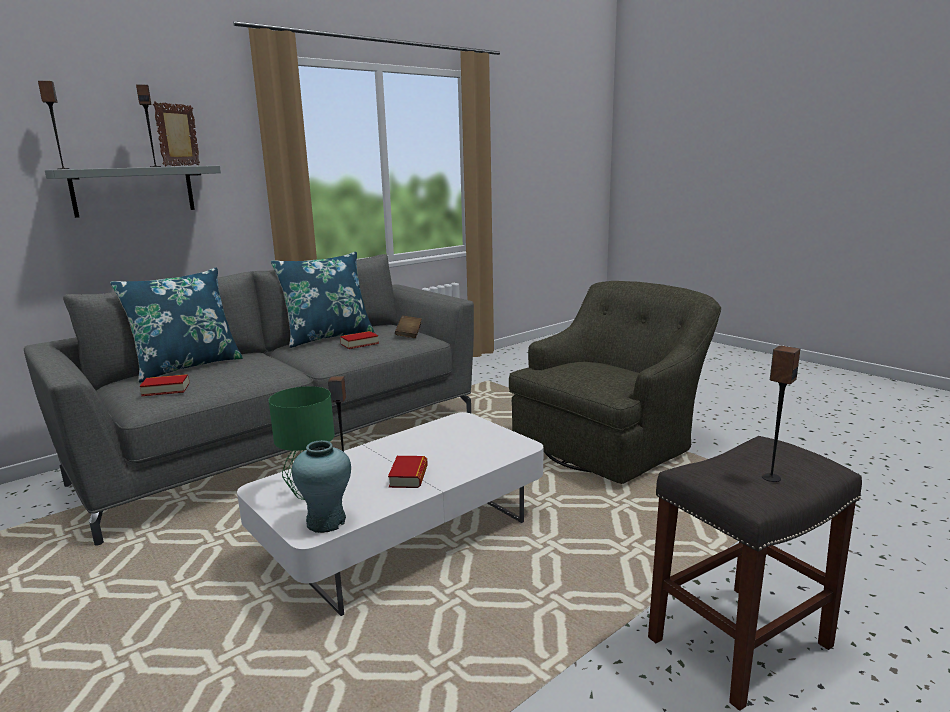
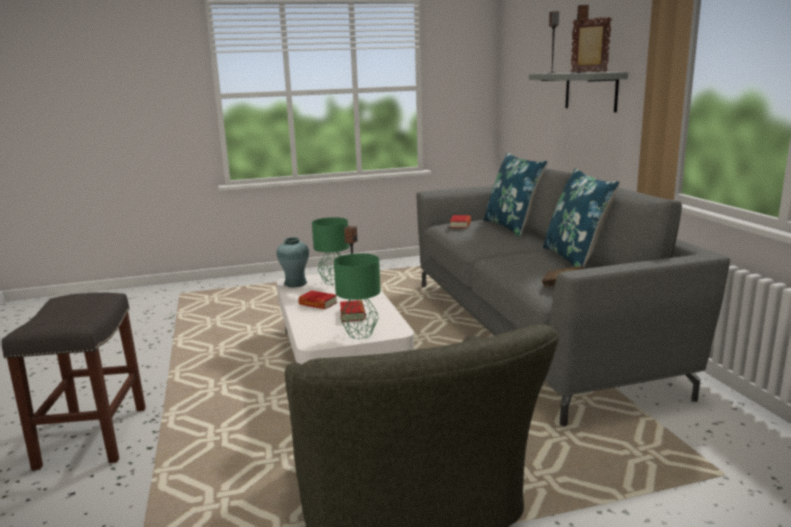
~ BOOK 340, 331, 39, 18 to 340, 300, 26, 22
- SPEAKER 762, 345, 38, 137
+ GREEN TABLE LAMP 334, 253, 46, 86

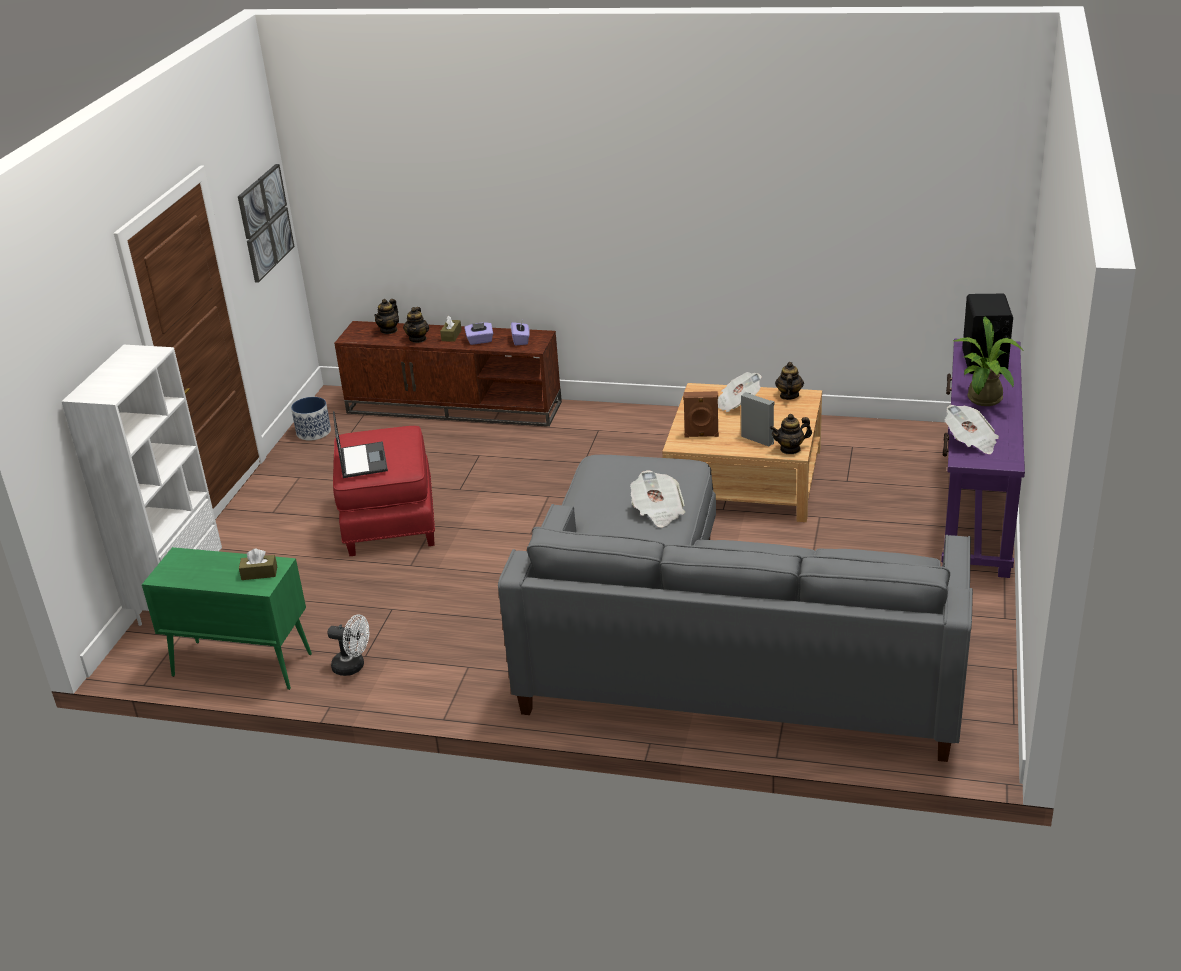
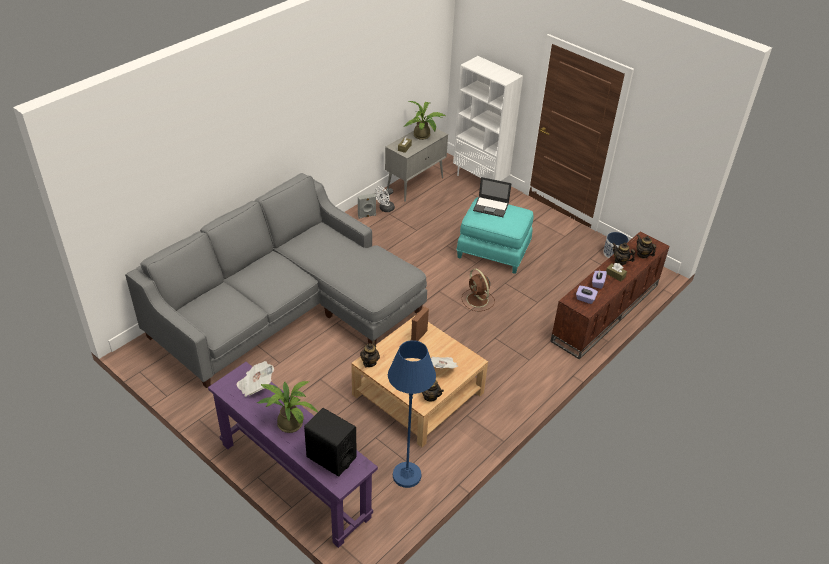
~ GREEN CABINET 142, 547, 170, 143 to GREY CABINET 385, 124, 63, 78
- PICTURE 238, 164, 57, 119
~ RED OTTOMAN 333, 426, 102, 130 to TURQUOISE OTTOMAN 456, 197, 78, 77
- NEWSPAPER 630, 470, 55, 58
~ GREY SPEAKER 741, 392, 33, 54 to 358, 193, 18, 26
+ BLUE FLOOR LAMP 388, 340, 48, 148
+ POTTED PLANT 404, 101, 41, 39
+ BROWN FAN 462, 269, 33, 42

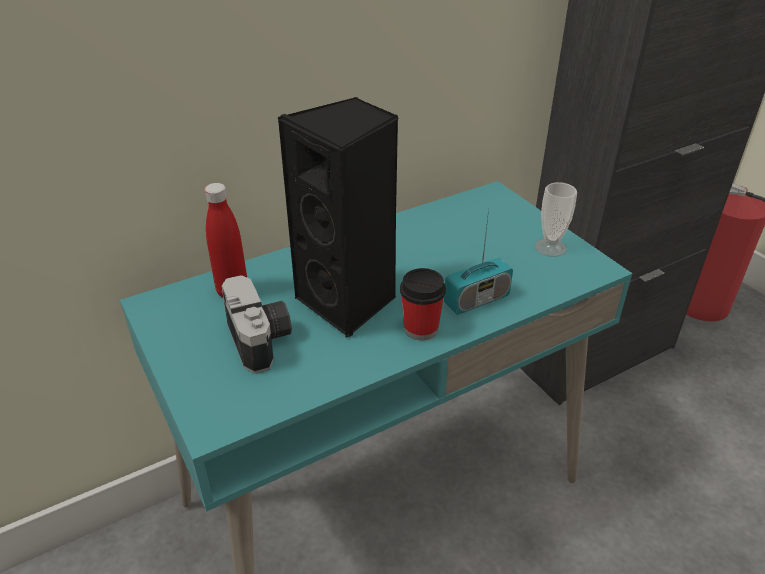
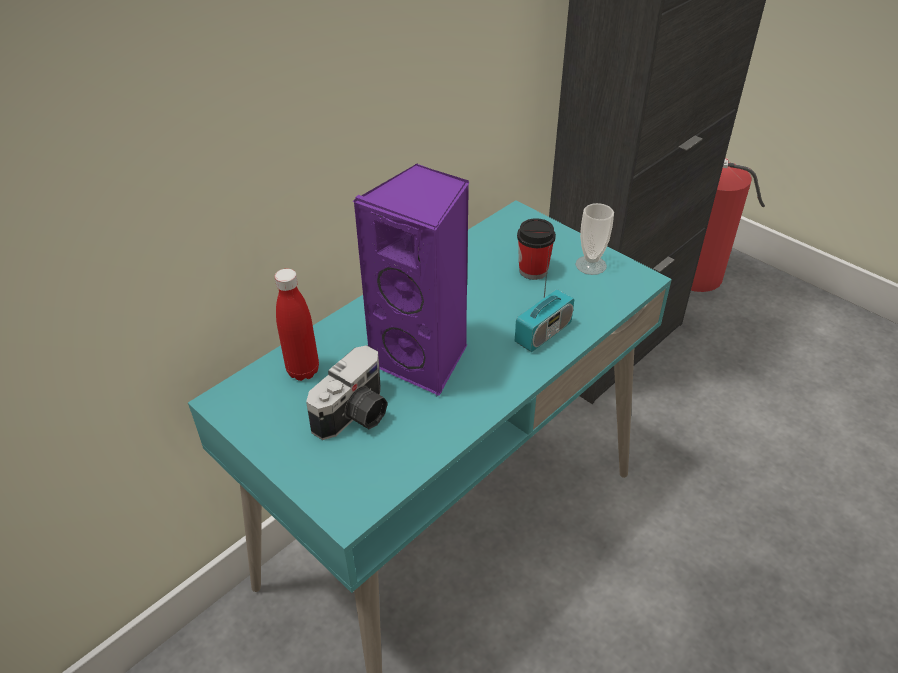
~ PHOTO CAMERA 222, 275, 70, 99 = 306, 345, 82, 95 75 degrees clockwise
~ BLACK SPEAKER 278, 97, 121, 241 to PURPLE SPEAKER 352, 163, 117, 234
~ CUP 400, 268, 46, 72 to 517, 218, 39, 62

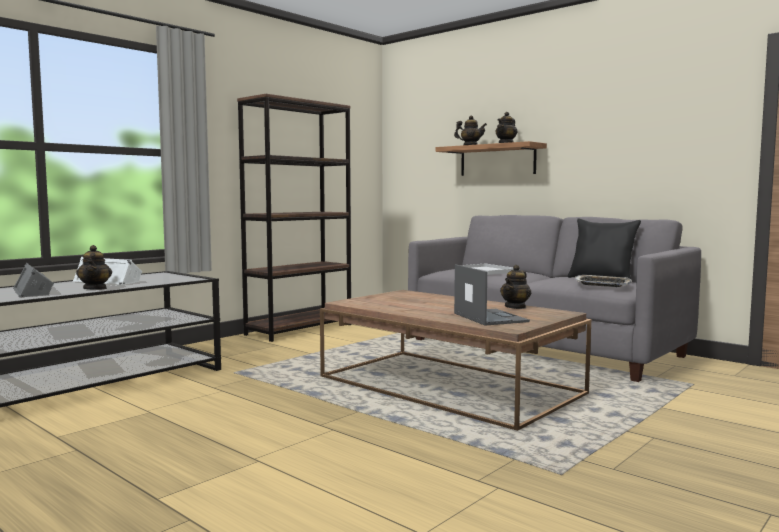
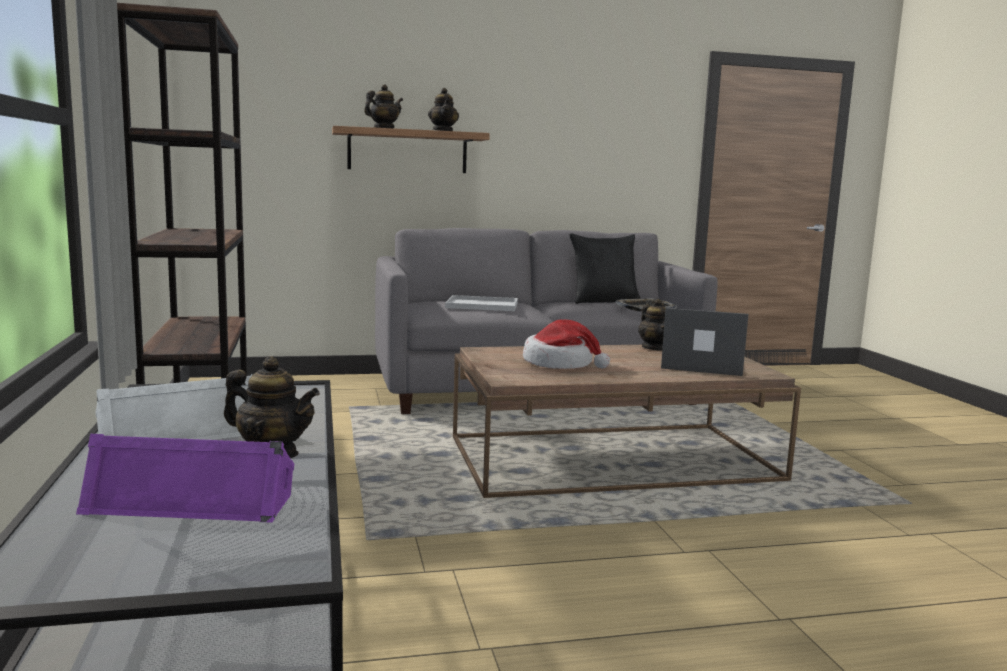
~ GREY SPEAKER 13, 262, 41, 36 to PURPLE SPEAKER 76, 434, 218, 89
+ HAT 523, 319, 87, 50

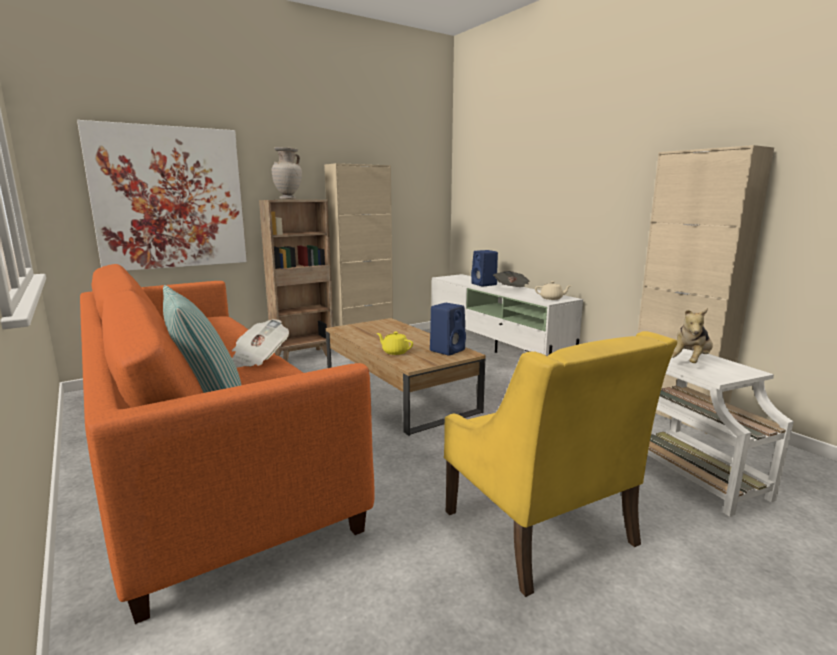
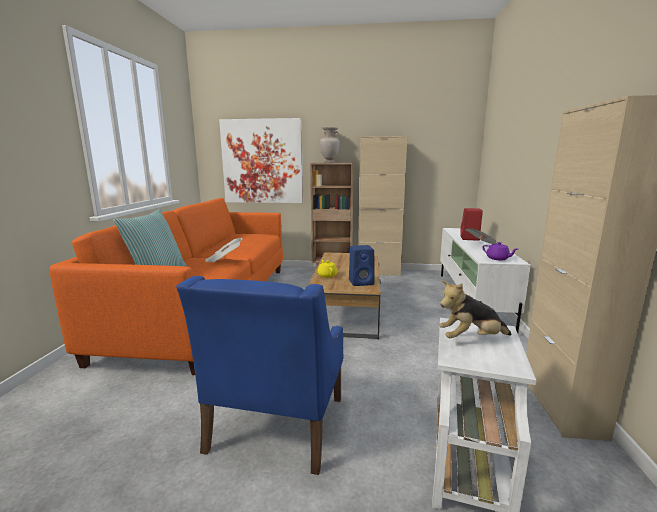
~ YELLOW ARMCHAIR 444, 331, 233, 266 to BLUE ARMCHAIR 176, 276, 167, 199
~ BLUE SPEAKER 471, 250, 27, 36 to RED SPEAKER 460, 208, 23, 33
~ BEIGE TEAPOT 535, 281, 37, 19 to PURPLE TEAPOT 482, 242, 36, 18

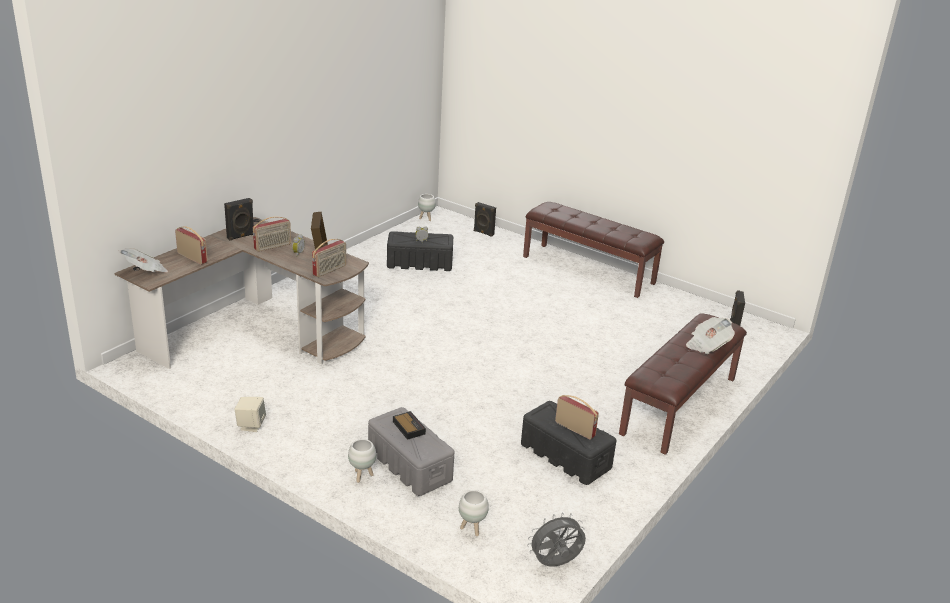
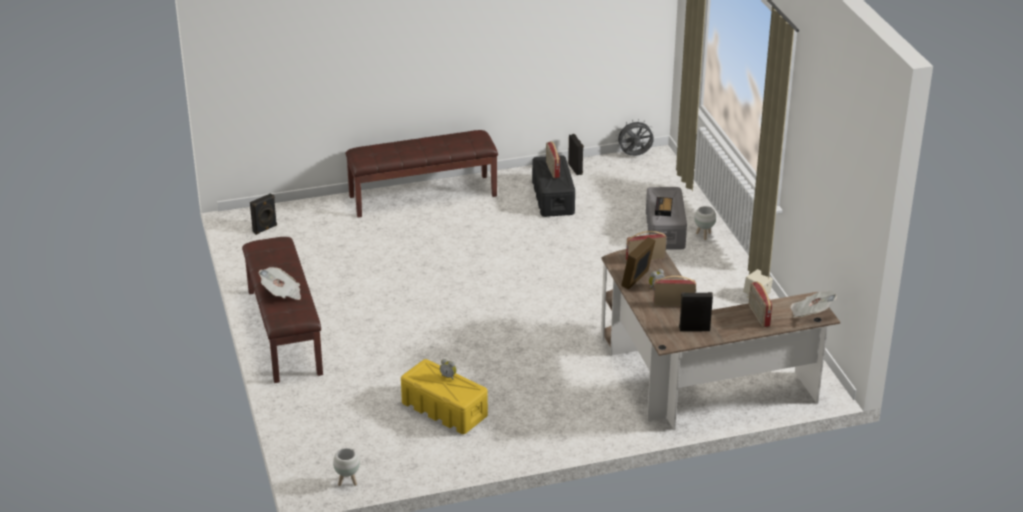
~ BLACK STORAGE BOX 387, 231, 66, 40 to YELLOW STORAGE BOX 401, 359, 87, 75
- WHITE PLANTER 459, 490, 30, 46
~ BLACK SPEAKER 474, 202, 22, 35 to 568, 134, 16, 41
~ GREY FAN 527, 512, 59, 54 = 616, 119, 38, 37 150 degrees clockwise
~ NEWSPAPER 686, 317, 49, 37 to 259, 267, 42, 33

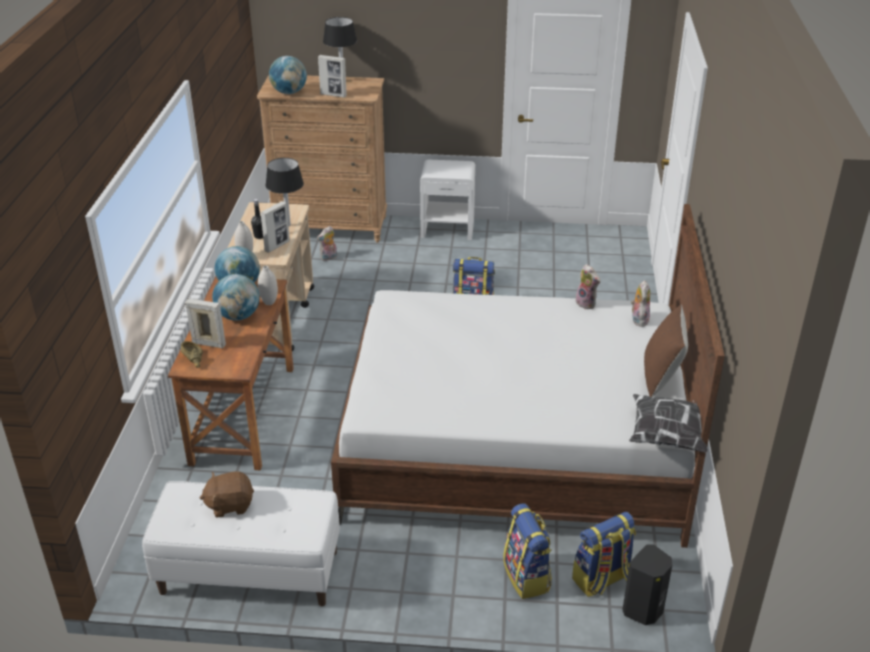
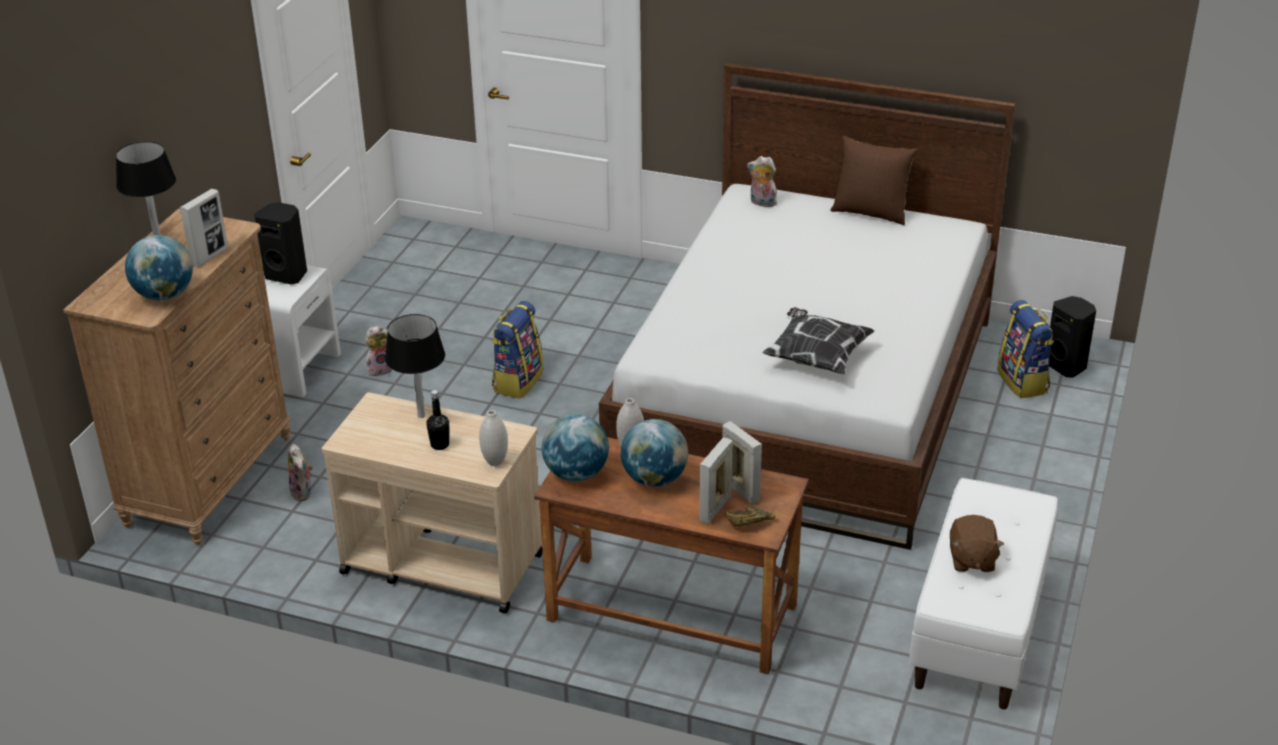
~ PICTURE FRAME 260, 201, 30, 52 to 722, 421, 40, 83
- BACKPACK 503, 503, 49, 96
~ PLUSH TOY 576, 264, 24, 45 to 365, 325, 27, 51
~ PILLOW 629, 394, 79, 59 to 762, 307, 113, 68
+ BLACK SPEAKER 254, 202, 53, 83

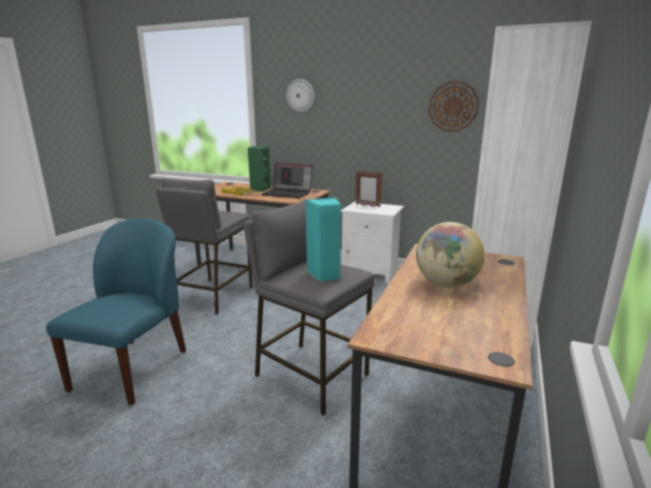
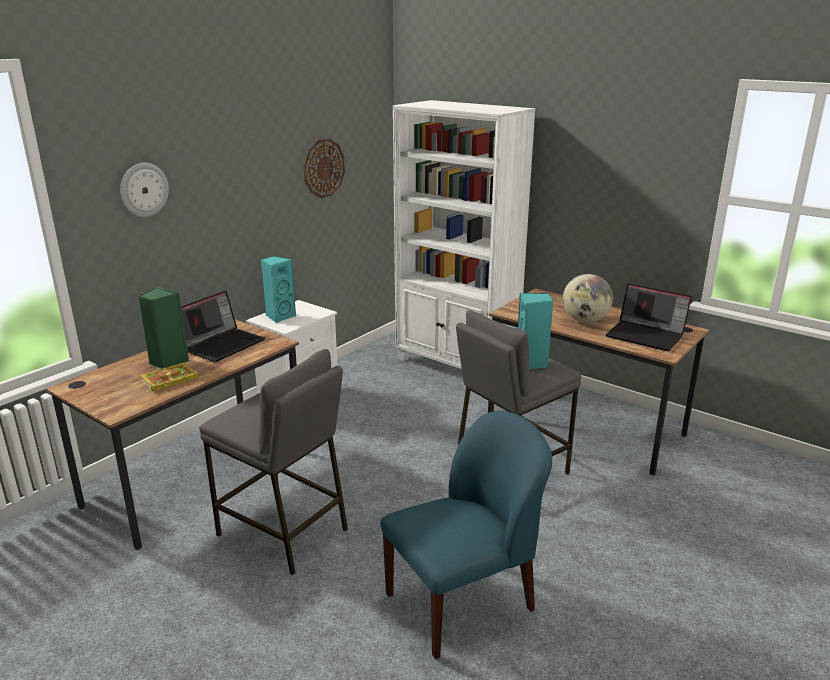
~ BLUE CHAIR 46, 218, 140, 187 = 380, 411, 172, 249 120 degrees clockwise
~ PICTURE FRAME 355, 171, 27, 36 to TURQUOISE SPEAKER 261, 256, 35, 67
+ LAPTOP 605, 283, 87, 68

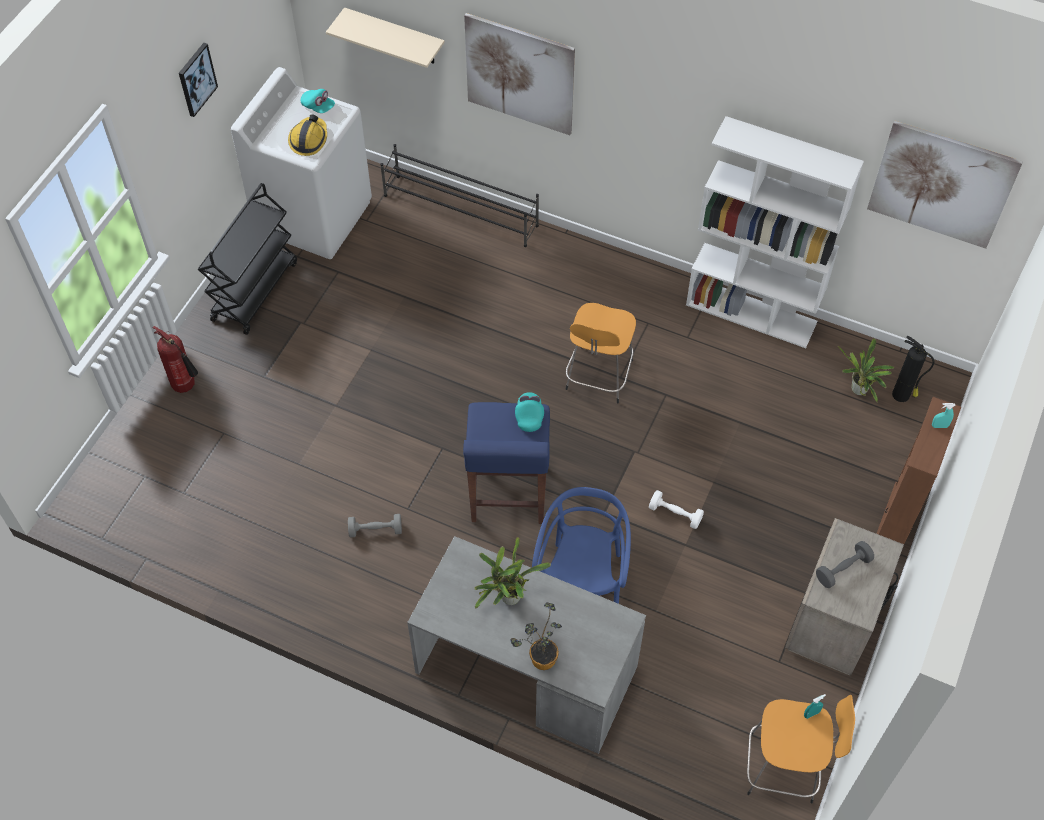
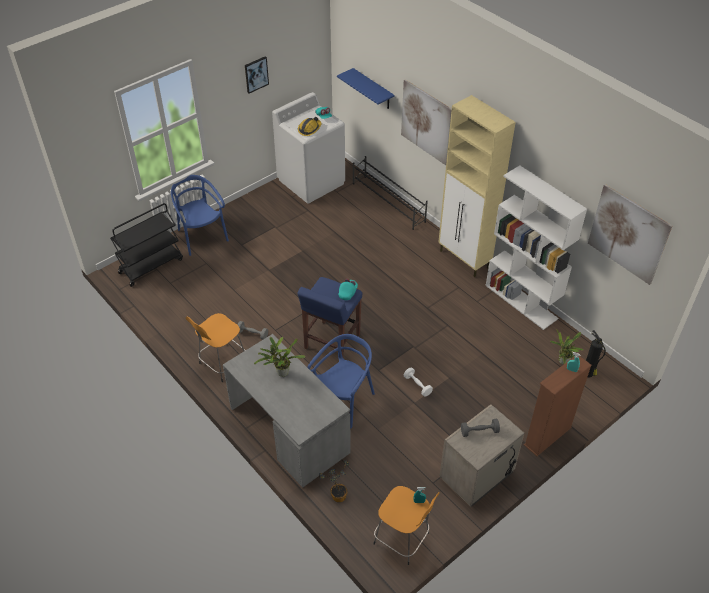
~ FIRE EXTINGUISHER 152, 326, 46, 67 to BLUE CHAIR 171, 175, 58, 81
~ BLACK CART 198, 183, 99, 152 to 110, 203, 73, 84
~ BEIGE SHELF 326, 7, 119, 61 to BLUE SHELF 337, 68, 58, 41
~ POTTED PLANT 511, 602, 51, 68 to 319, 461, 30, 41
~ ORANGE STOOL 566, 303, 70, 100 to 186, 313, 59, 69
+ BEIGE CABINET 438, 95, 78, 182

